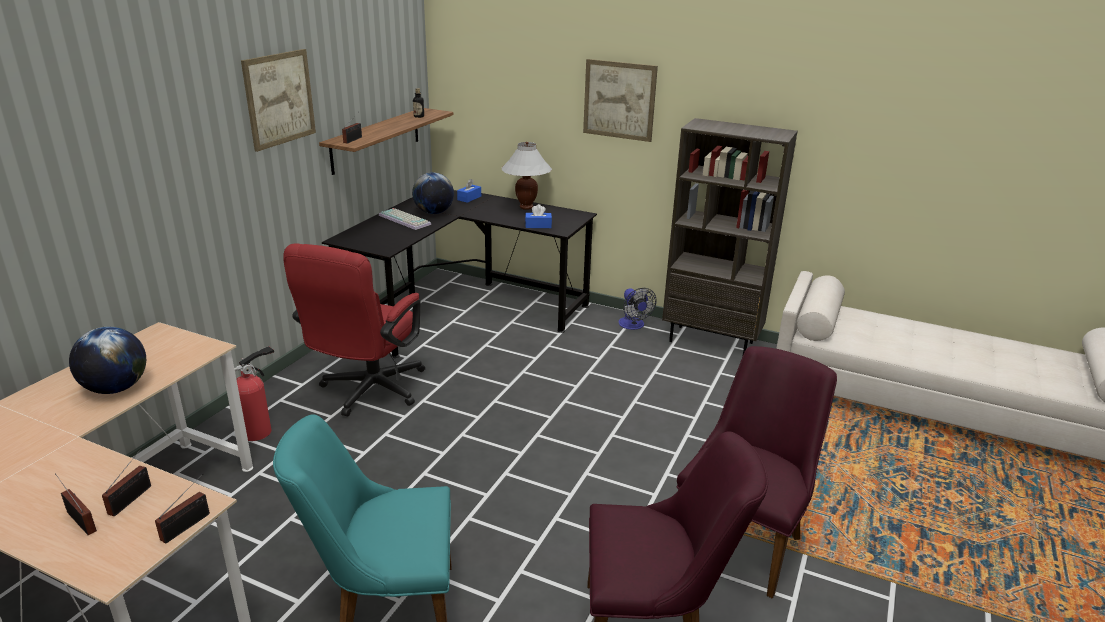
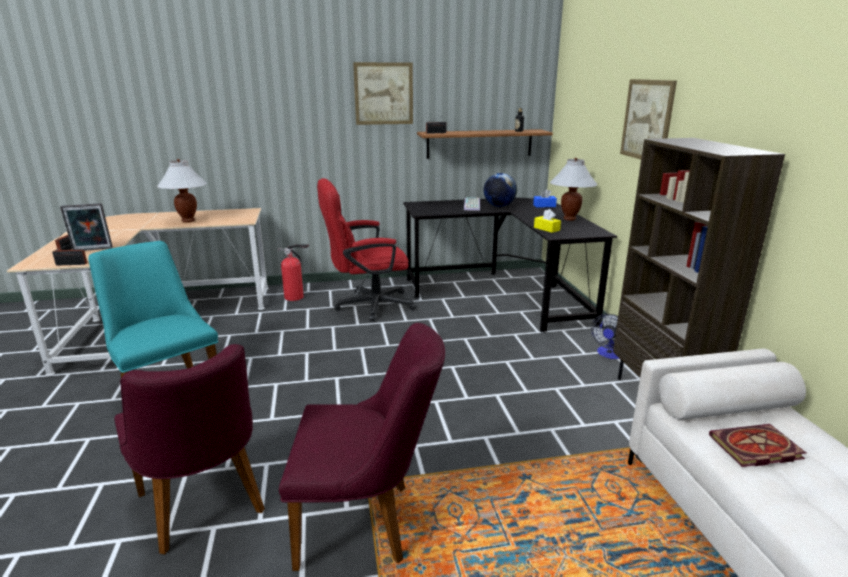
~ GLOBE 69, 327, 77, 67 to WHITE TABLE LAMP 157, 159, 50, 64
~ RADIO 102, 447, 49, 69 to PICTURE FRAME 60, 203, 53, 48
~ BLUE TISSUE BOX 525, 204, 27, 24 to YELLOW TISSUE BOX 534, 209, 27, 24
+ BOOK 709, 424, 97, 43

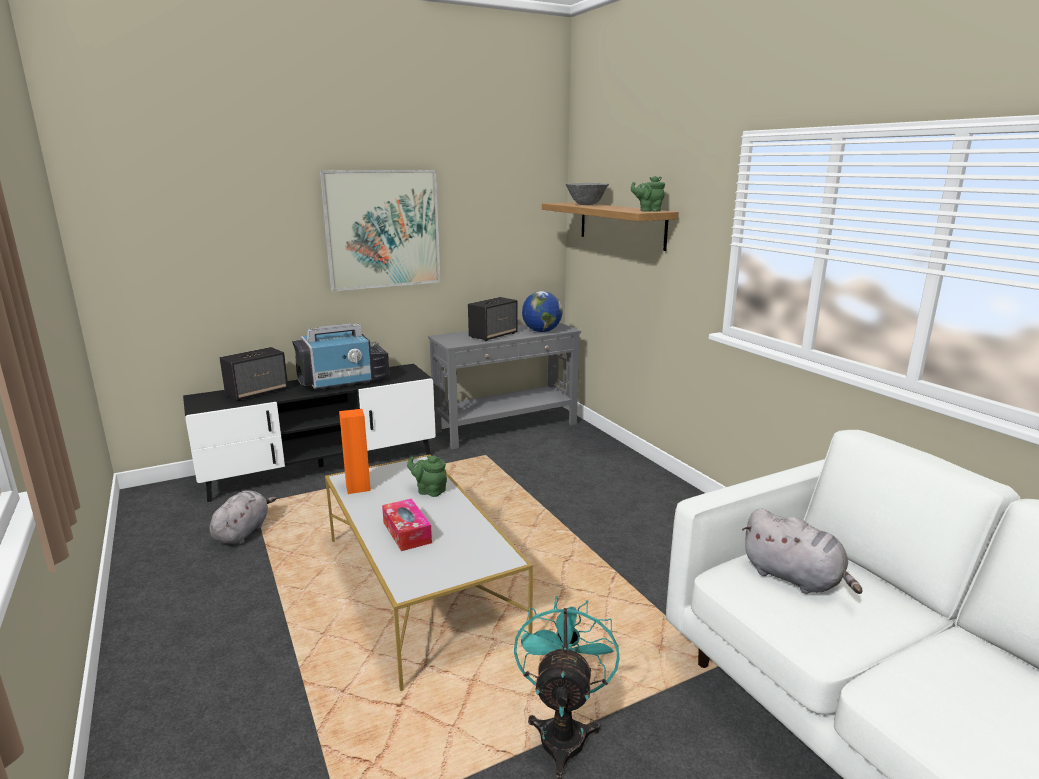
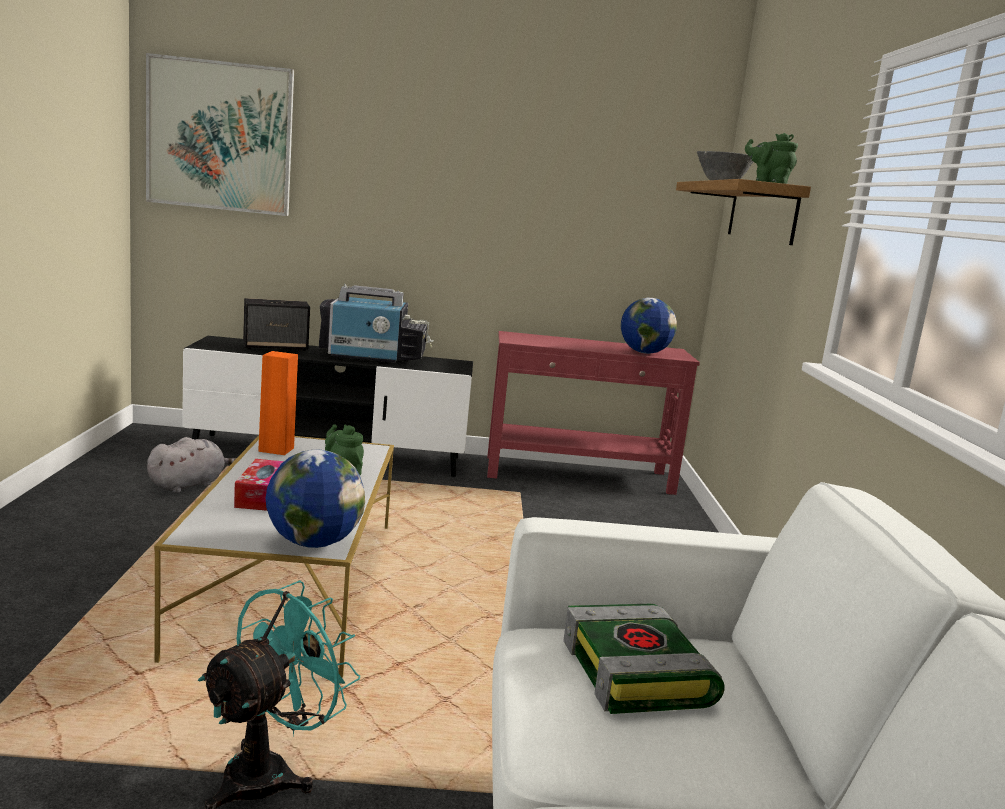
~ PICTURE 320, 170, 121, 121 to 146, 53, 148, 163
~ GREY CONSOLE TABLE 428, 322, 153, 128 to RED CONSOLE TABLE 487, 331, 213, 164
- SPEAKER 468, 297, 50, 44
~ GREY PLUSH TOY 742, 509, 121, 85 to BOOK 563, 604, 162, 110
+ GLOBE 266, 450, 99, 98

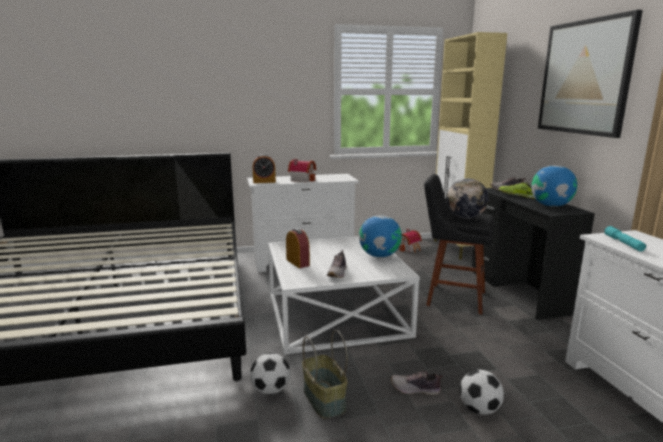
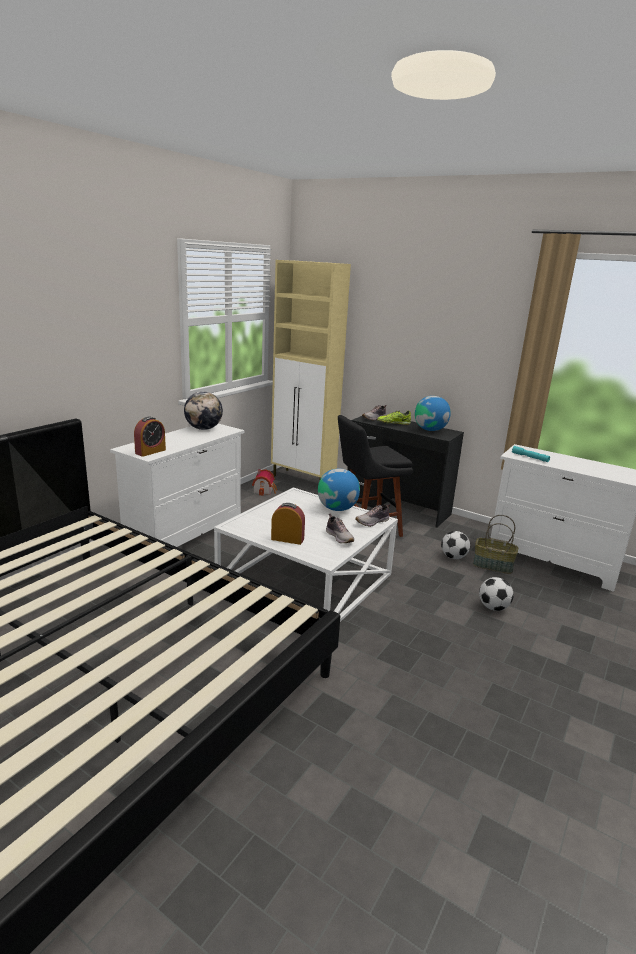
~ FOOTBALL 250, 353, 40, 42 to 441, 531, 29, 28
- TOY HOUSE 288, 159, 28, 23
~ BASKET 302, 330, 46, 89 to 473, 515, 45, 59
~ SHOE 391, 371, 52, 24 to 355, 504, 36, 23
~ GLOBE 447, 179, 42, 40 to 184, 391, 39, 39
- PICTURE 538, 10, 105, 128

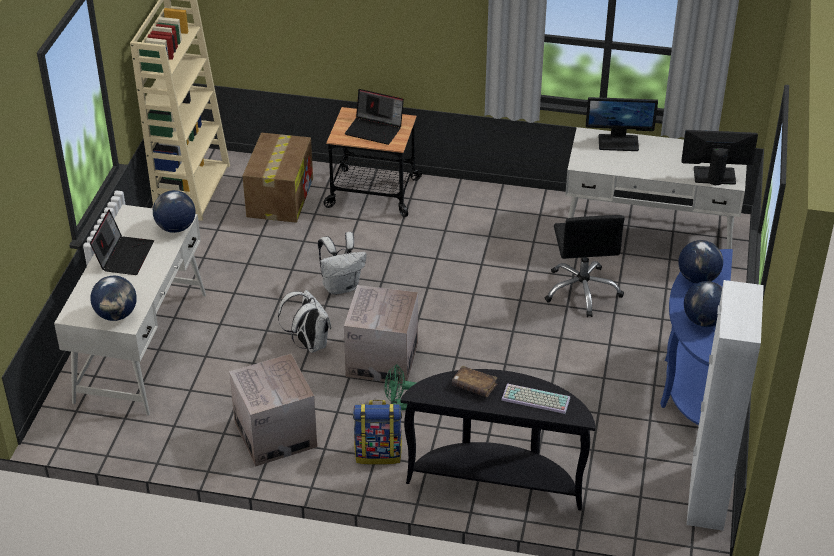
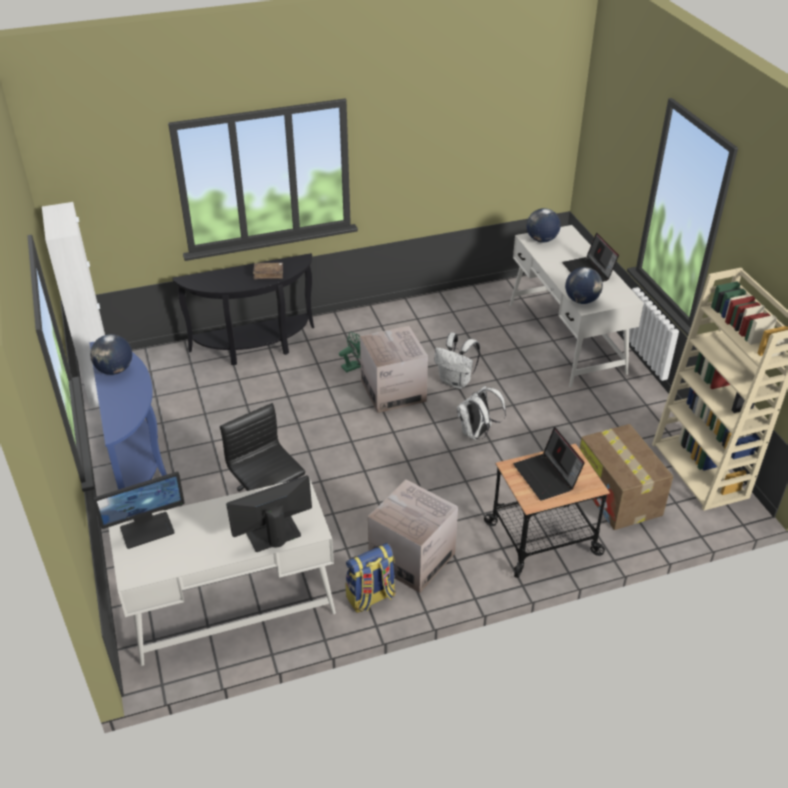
~ CARDBOARD BOX 229, 354, 88, 112 to 368, 479, 90, 114
~ LAPTOP 345, 89, 59, 56 = 513, 427, 72, 74 105 degrees counterclockwise
~ BACKPACK 353, 400, 49, 65 to 345, 543, 51, 70
- KEYBOARD 501, 383, 69, 31
- GLOBE 679, 240, 44, 44

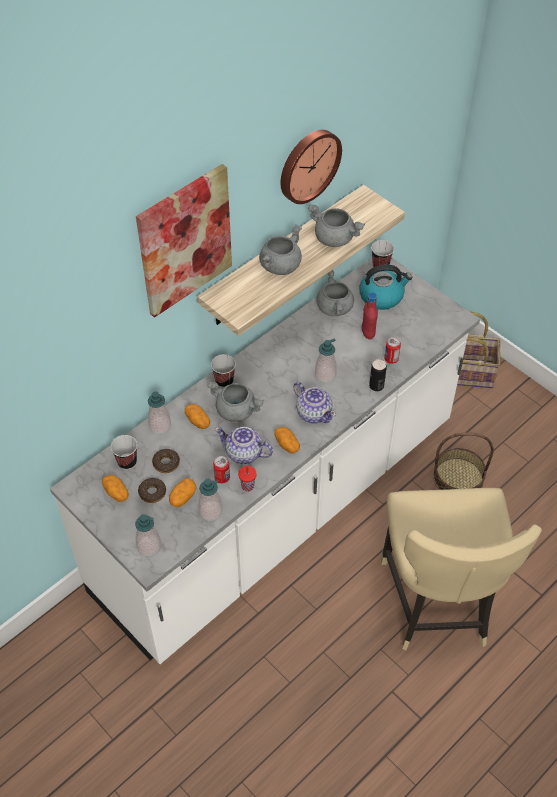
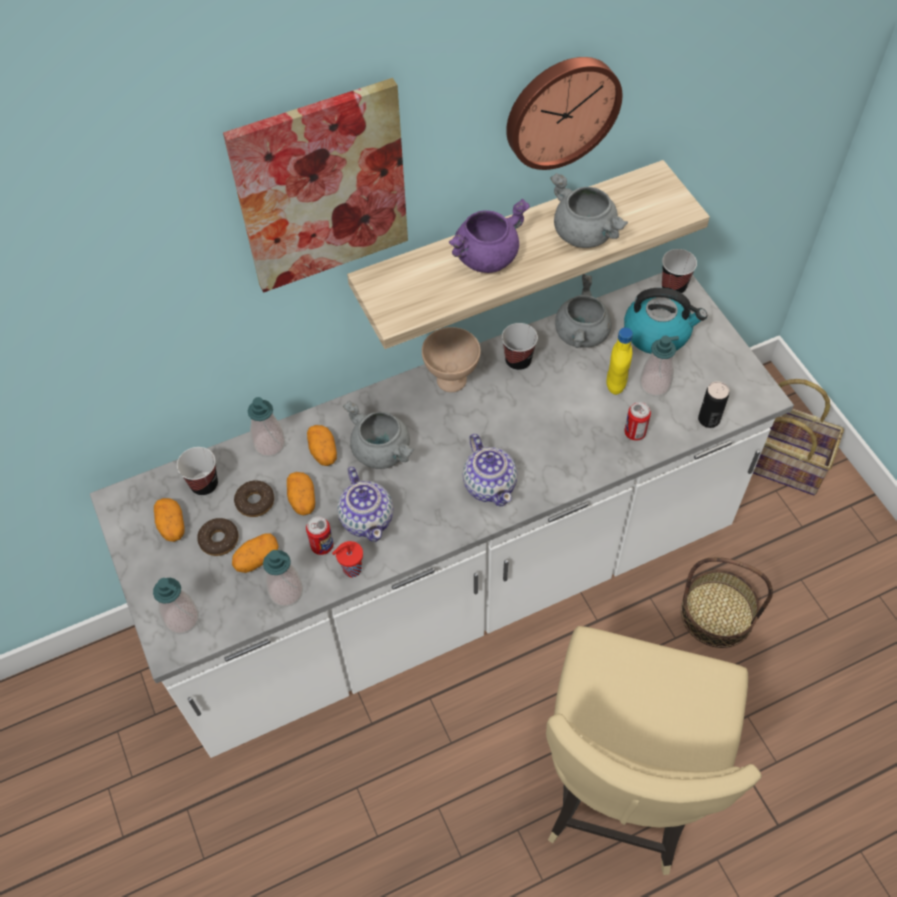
~ CUP 211, 354, 25, 34 to 502, 323, 36, 48
~ TEAPOT 215, 426, 58, 38 = 337, 467, 57, 75 150 degrees counterclockwise
~ GREY COOKING POT 259, 224, 43, 51 to PURPLE COOKING POT 449, 199, 81, 74
~ POTATO 275, 427, 25, 26 to 287, 472, 28, 43
~ SOAP DISPENSER 315, 339, 22, 43 to 640, 336, 39, 60
~ RED BOTTLE 362, 292, 16, 47 to YELLOW BOTTLE 606, 327, 27, 68
~ CAN 369, 359, 18, 32 to 698, 381, 31, 47
+ BEIGE BOWL 422, 327, 59, 65

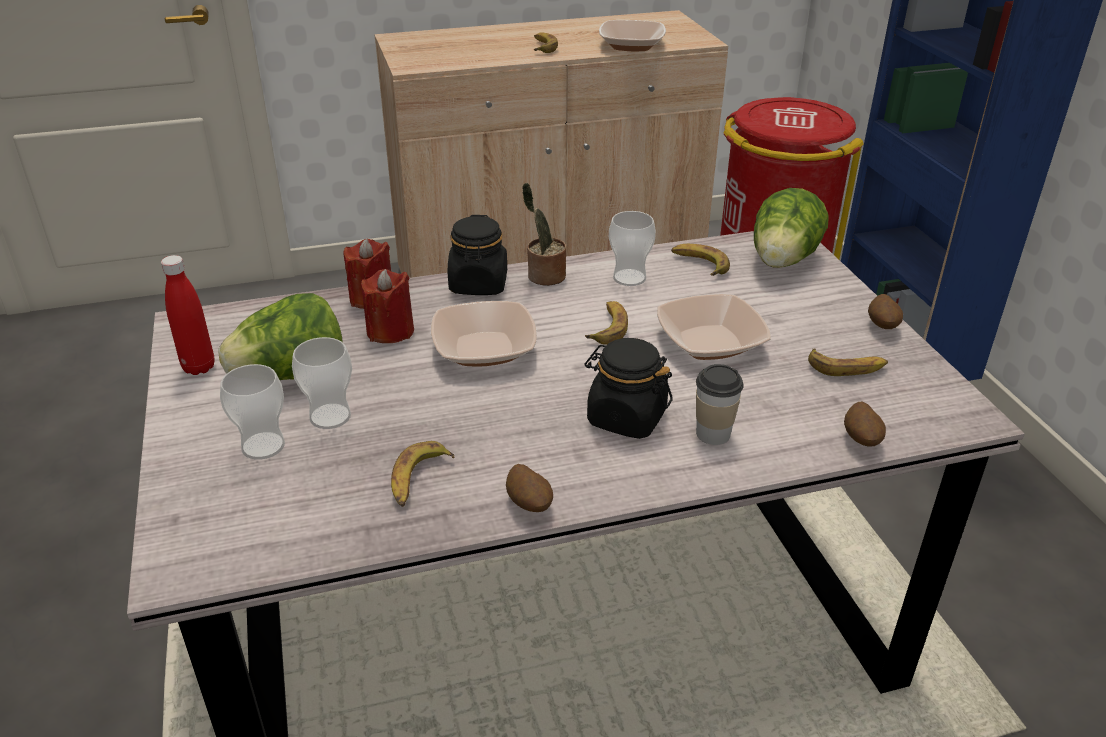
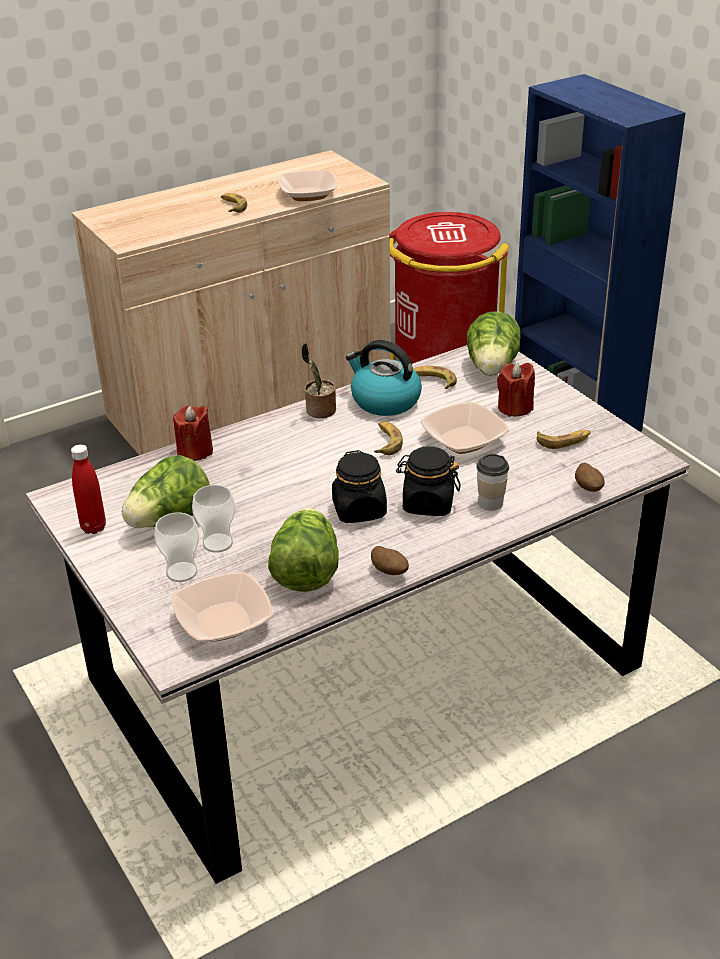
~ RED CANDLE 361, 269, 53, 74 to 497, 363, 38, 54
~ BANANA 391, 441, 63, 66 to LETTUCE 268, 508, 71, 84
~ BOWL 431, 301, 106, 66 to 172, 572, 100, 70
~ BLACK JAR 448, 215, 59, 80 to 332, 450, 55, 73
~ CUP 609, 211, 47, 75 to KETTLE 346, 340, 76, 76
- POTATO 868, 294, 35, 35

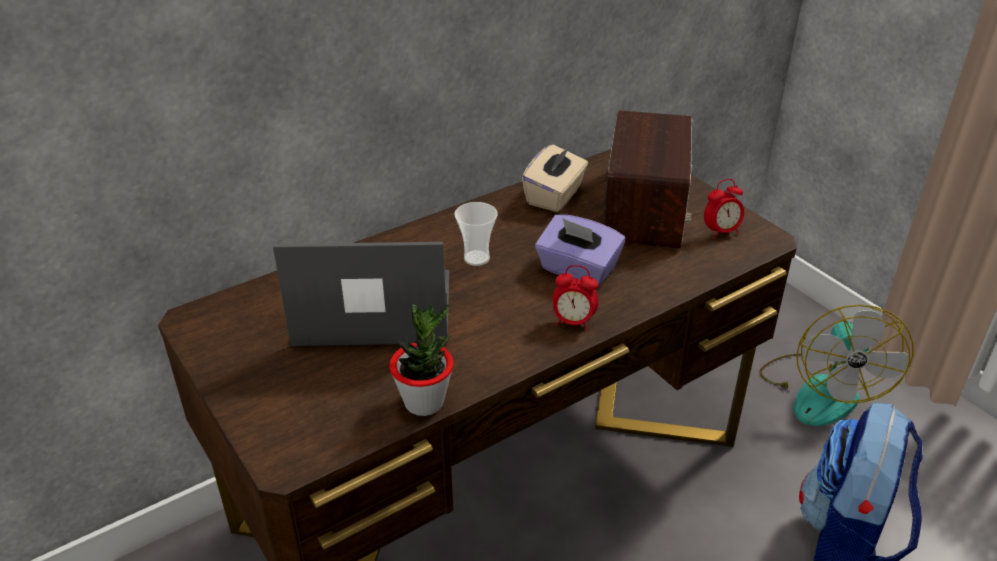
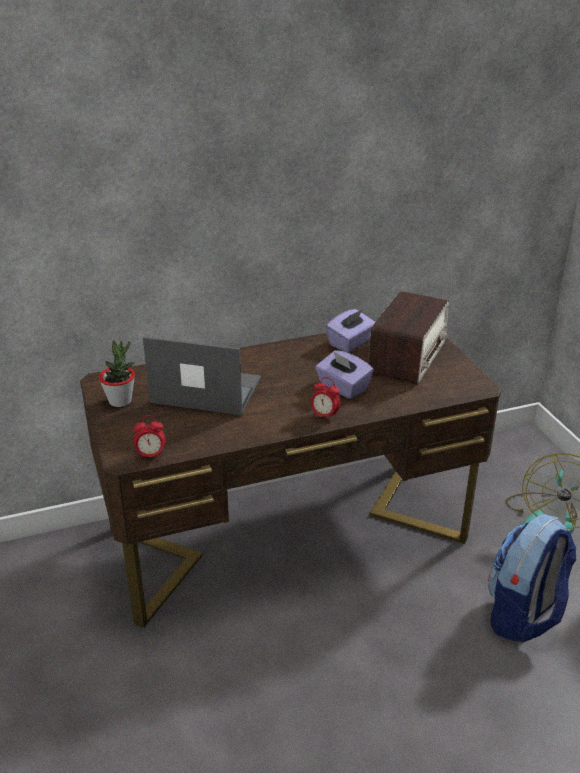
~ POTTED PLANT 389, 303, 65, 113 to 99, 340, 36, 67
- CUP 454, 202, 44, 64
~ BEIGE TISSUE BOX 522, 145, 66, 67 to PURPLE TISSUE BOX 326, 309, 49, 43
~ ALARM CLOCK 704, 179, 40, 60 to 133, 415, 33, 46

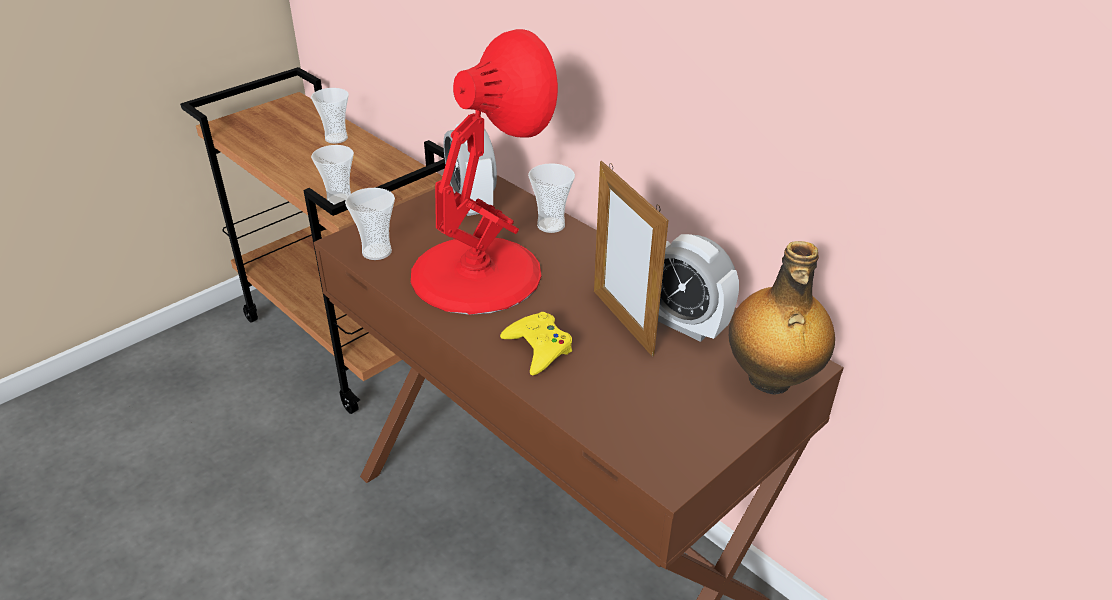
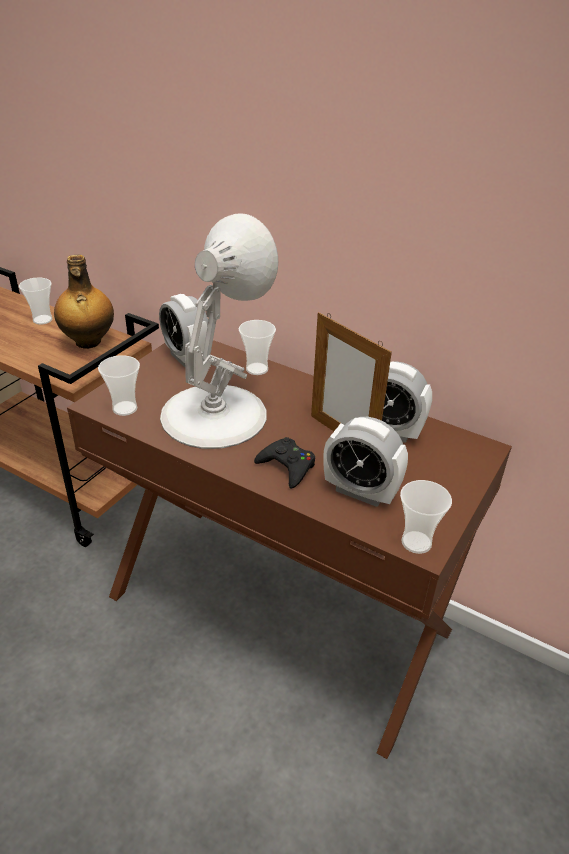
~ CUP 311, 145, 43, 60 to 400, 480, 52, 74
~ RED TABLE LAMP 411, 29, 147, 286 to WHITE TABLE LAMP 160, 213, 118, 236
~ YELLOW GAME CONTROLLER 500, 312, 72, 63 to BLACK GAME CONTROLLER 254, 437, 61, 52
~ BOTTLE 729, 241, 106, 154 to 54, 255, 60, 94
+ ALARM CLOCK 323, 417, 85, 90

